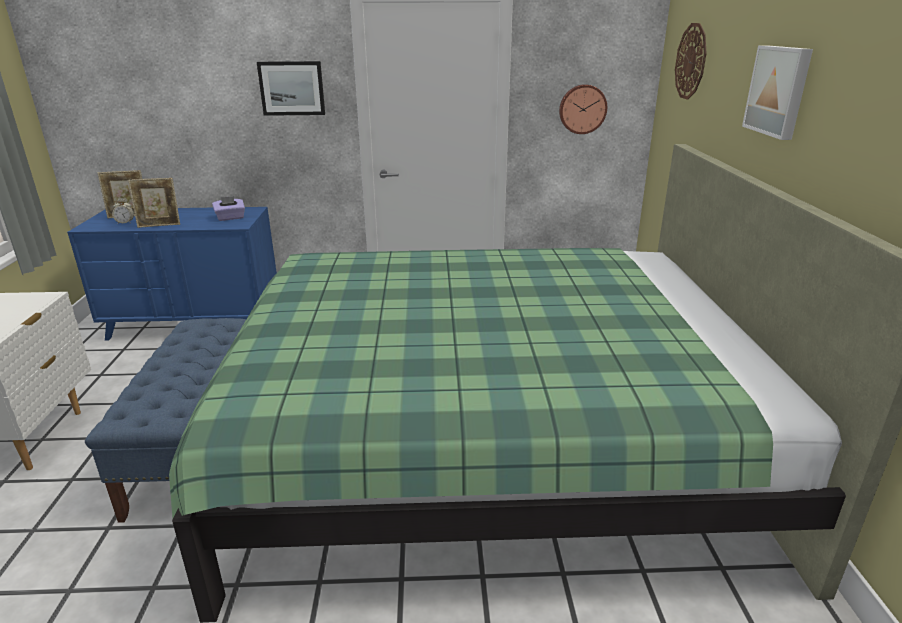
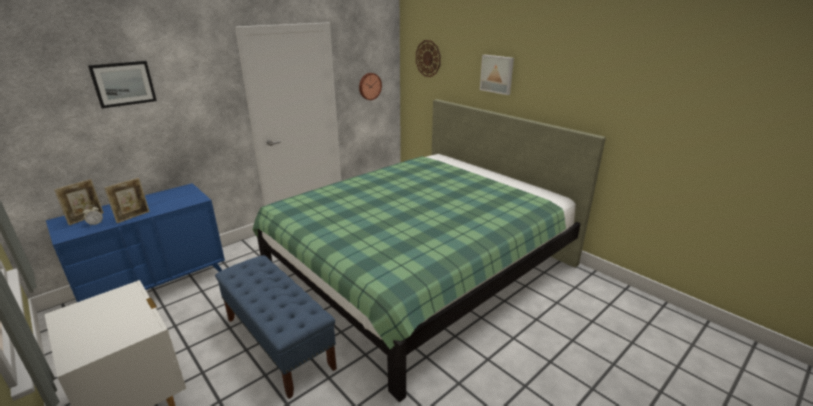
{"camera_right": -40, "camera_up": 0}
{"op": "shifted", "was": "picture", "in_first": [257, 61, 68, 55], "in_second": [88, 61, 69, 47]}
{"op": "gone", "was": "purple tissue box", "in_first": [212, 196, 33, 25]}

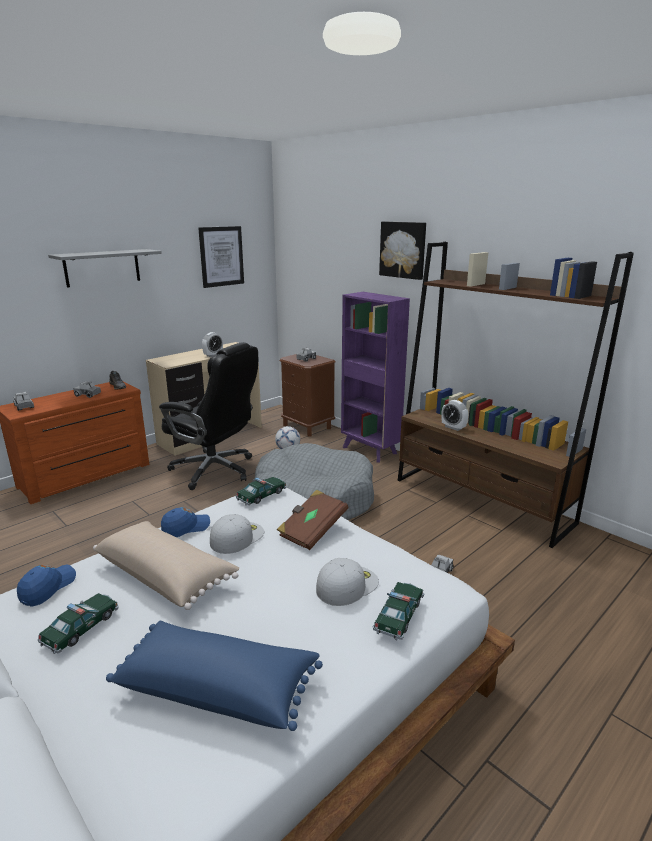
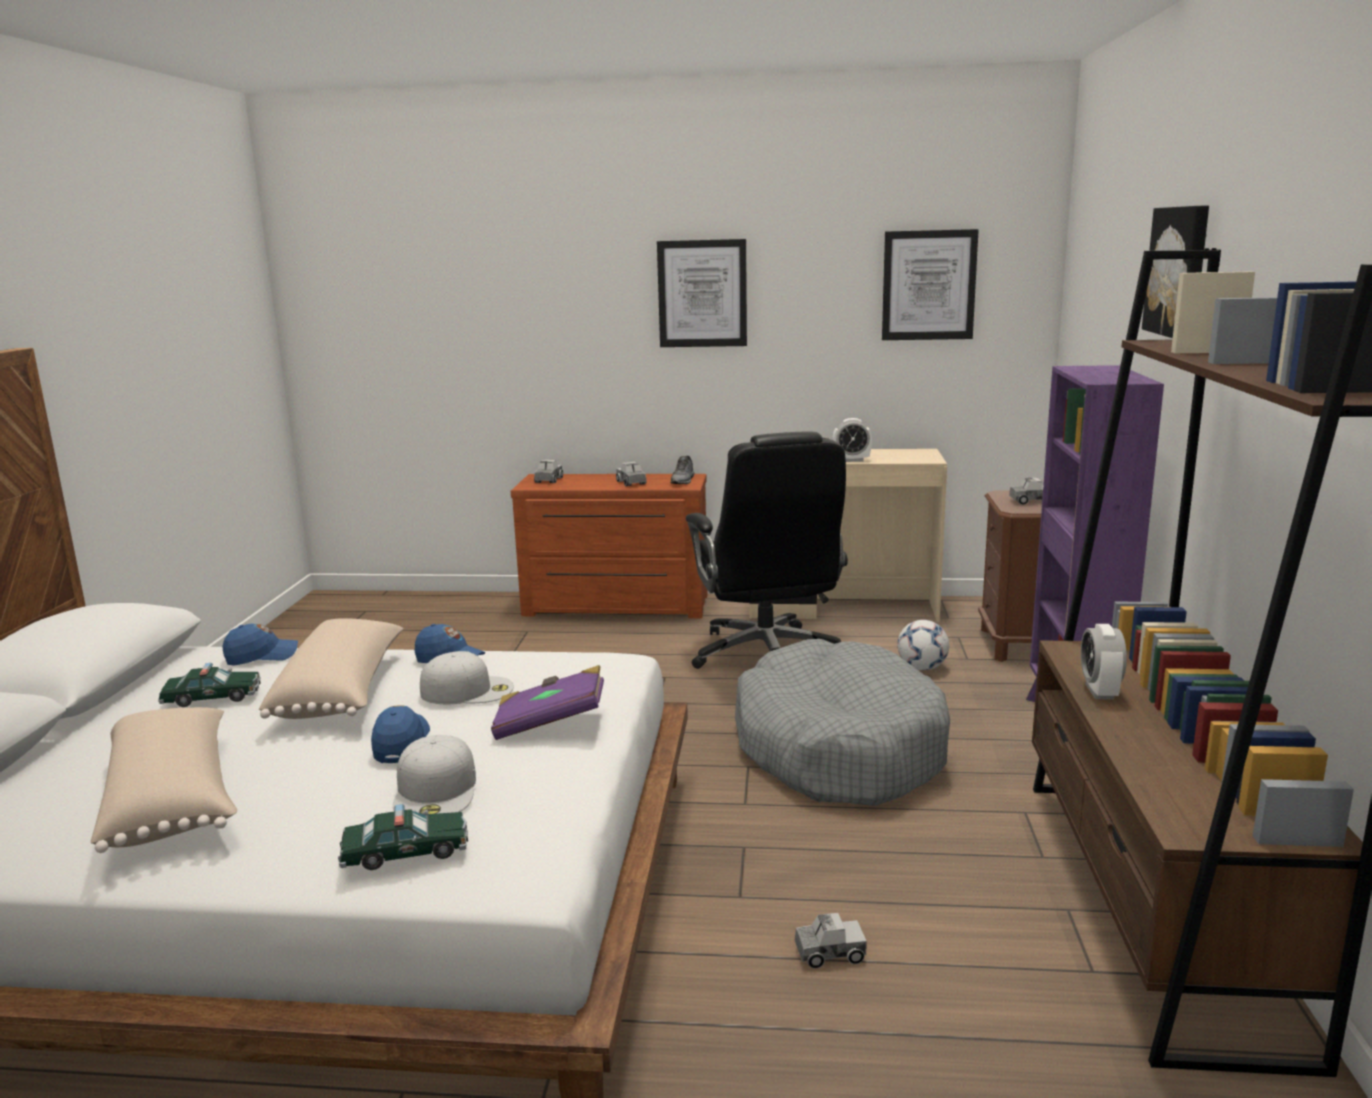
{"camera_right": 50, "camera_up": -5}
{"op": "swapped", "was": "grey shelf", "now": "picture", "in_first": [48, 249, 114, 39], "in_second": [657, 239, 90, 108]}
{"op": "gone", "was": "toy car", "in_first": [236, 477, 51, 28]}
{"op": "repainted", "was": "brown book", "now": "purple book", "in_first": [277, 490, 71, 60], "in_second": [491, 665, 113, 75]}
{"op": "rotated", "was": "white cap", "in_first": [316, 558, 63, 48], "in_second": [393, 735, 83, 79], "clockwise": 75}
{"op": "repainted", "was": "blue pillow", "now": "beige pillow", "in_first": [106, 620, 217, 111], "in_second": [91, 707, 146, 146]}
{"op": "new", "now": "blue cap", "in_second": [371, 705, 59, 58]}

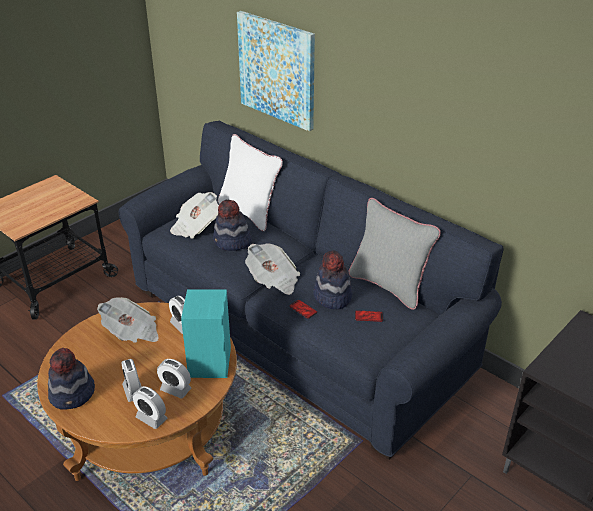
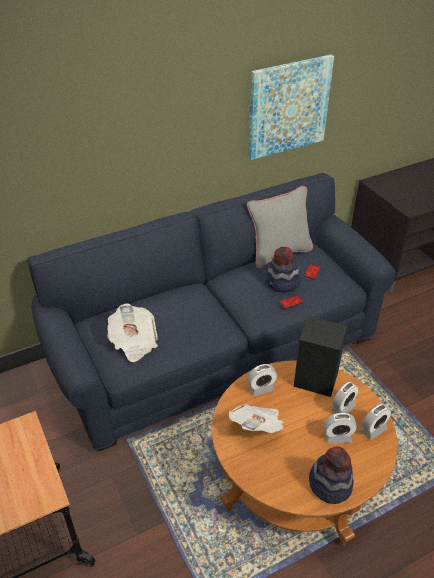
{"camera_right": -70, "camera_up": 5}
{"op": "shifted", "was": "picture", "in_first": [237, 11, 78, 121], "in_second": [248, 55, 86, 105]}
{"op": "gone", "was": "white pillow", "in_first": [218, 134, 65, 97]}
{"op": "gone", "was": "hat", "in_first": [213, 200, 39, 51]}
{"op": "gone", "was": "newspaper", "in_first": [245, 243, 55, 52]}
{"op": "repainted", "was": "turquoise speaker", "now": "black speaker", "in_first": [181, 289, 50, 89], "in_second": [294, 316, 53, 81]}

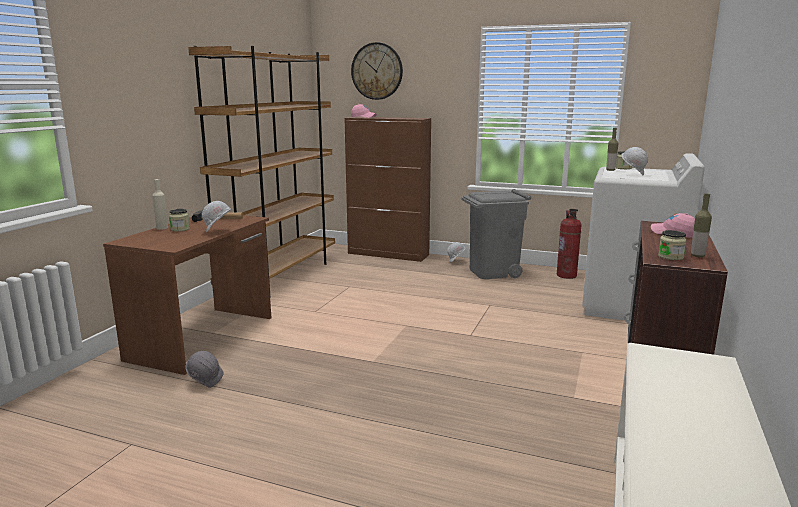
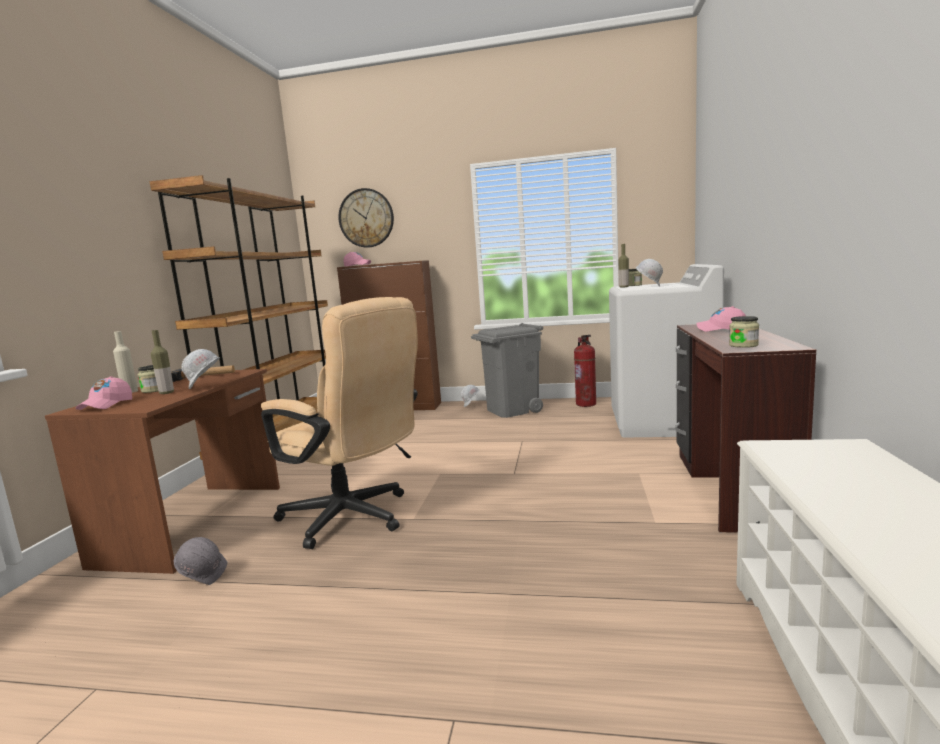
{"camera_right": -10, "camera_up": -5}
{"op": "shifted", "was": "bottle", "in_first": [691, 194, 21, 63], "in_second": [151, 330, 23, 64]}
{"op": "new", "now": "beige office chair", "in_second": [261, 297, 157, 252]}
{"op": "new", "now": "pink cap", "in_second": [76, 376, 56, 34]}

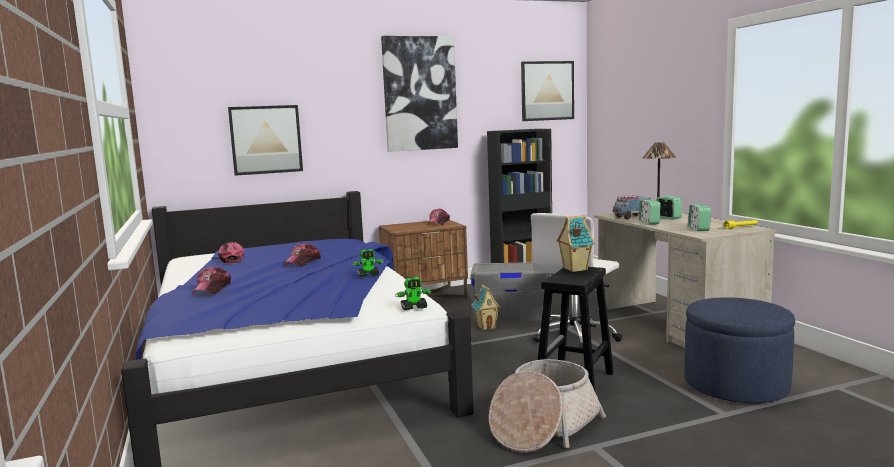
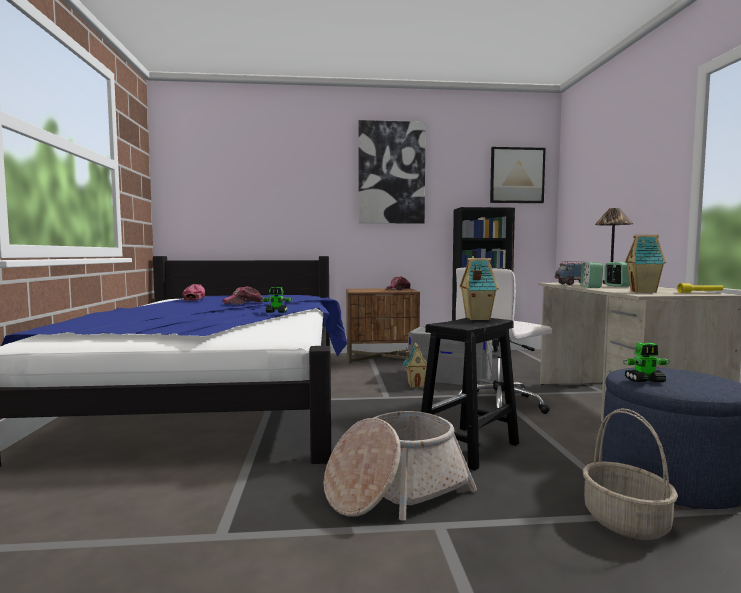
{"camera_right": 15, "camera_up": -5}
{"op": "gone", "was": "picture", "in_first": [228, 105, 75, 71]}
{"op": "swapped", "was": "alarm clock", "now": "toy house", "in_first": [688, 205, 23, 26], "in_second": [625, 234, 41, 59]}
{"op": "gone", "was": "cap", "in_first": [192, 266, 39, 29]}
{"op": "shifted", "was": "toy robot", "in_first": [395, 277, 37, 33], "in_second": [623, 343, 47, 39]}
{"op": "new", "now": "basket", "in_second": [583, 408, 95, 132]}

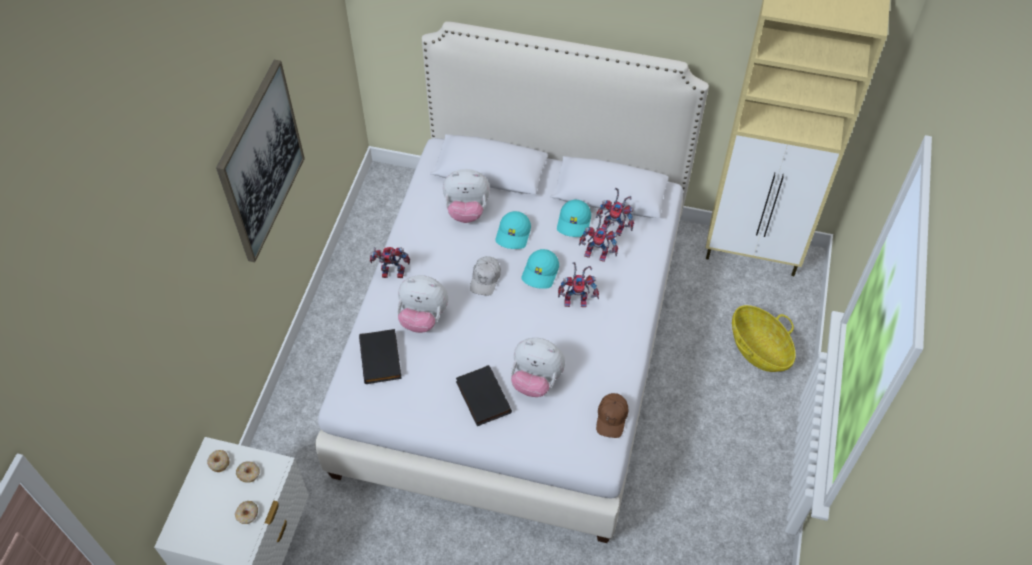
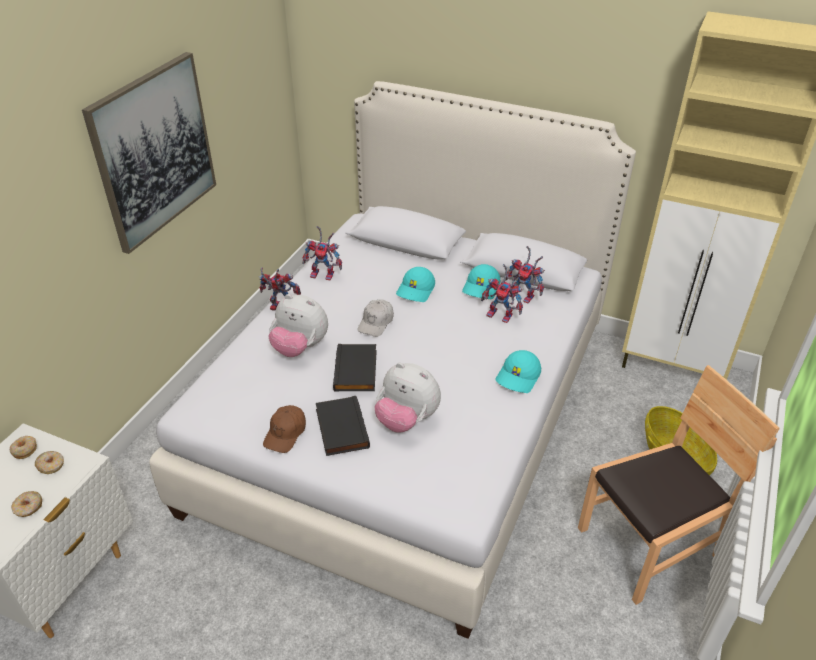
{"camera_right": 10, "camera_up": -15}
{"op": "gone", "was": "plush toy", "in_first": [443, 169, 47, 54]}
{"op": "shifted", "was": "turquoise cap", "in_first": [521, 249, 38, 40], "in_second": [495, 350, 46, 43]}
{"op": "shifted", "was": "toy robot", "in_first": [558, 262, 41, 45], "in_second": [302, 226, 40, 54]}
{"op": "shifted", "was": "black book", "in_first": [359, 329, 43, 55], "in_second": [333, 344, 44, 48]}
{"op": "shifted", "was": "brown cap", "in_first": [596, 393, 32, 45], "in_second": [263, 405, 43, 48]}
{"op": "new", "now": "brown chair", "in_second": [578, 365, 202, 240]}

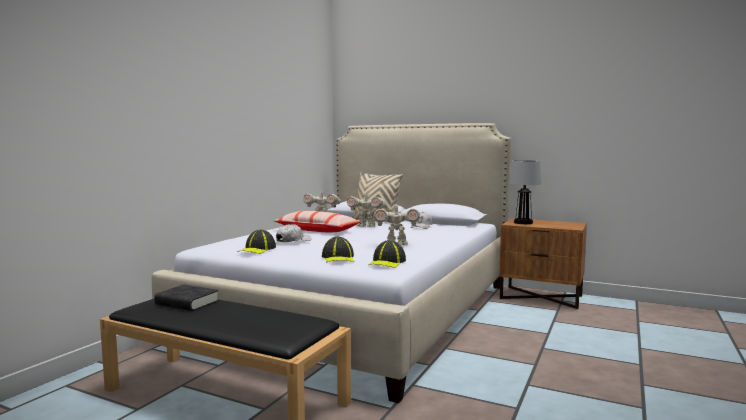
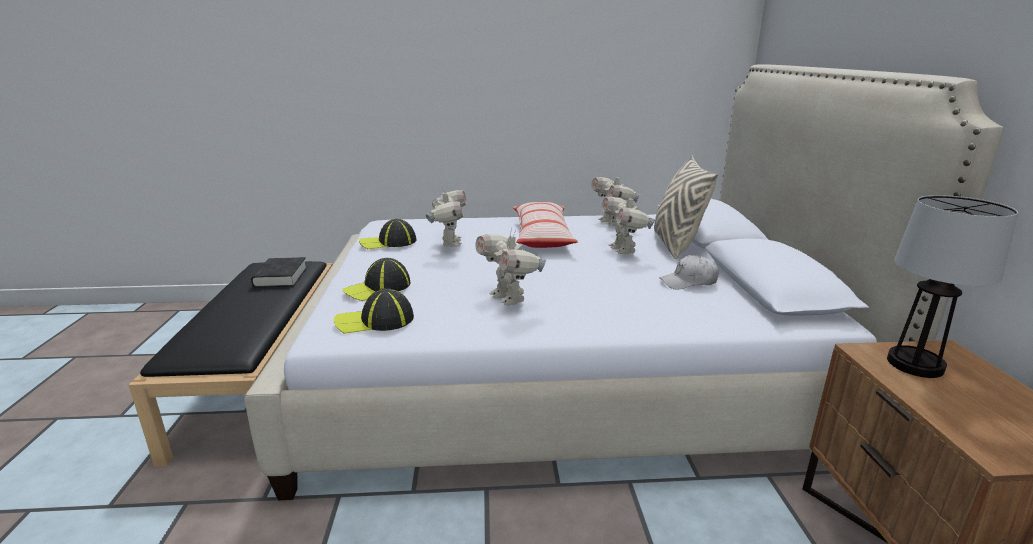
{"camera_right": 60, "camera_up": 15}
{"op": "swapped", "was": "white cap", "now": "toy robot", "in_first": [276, 224, 36, 18], "in_second": [426, 188, 41, 59]}

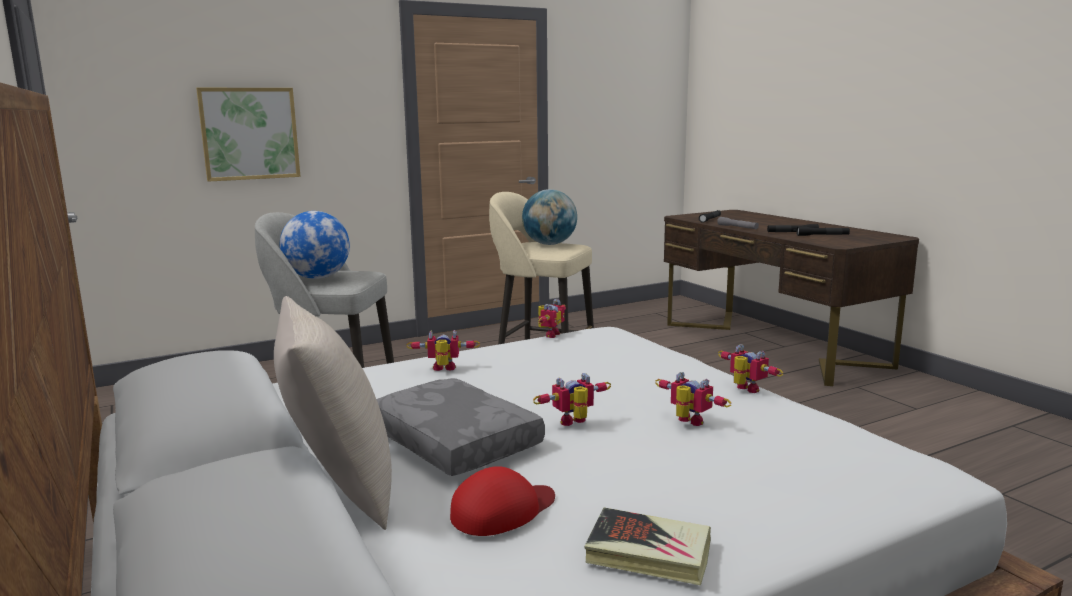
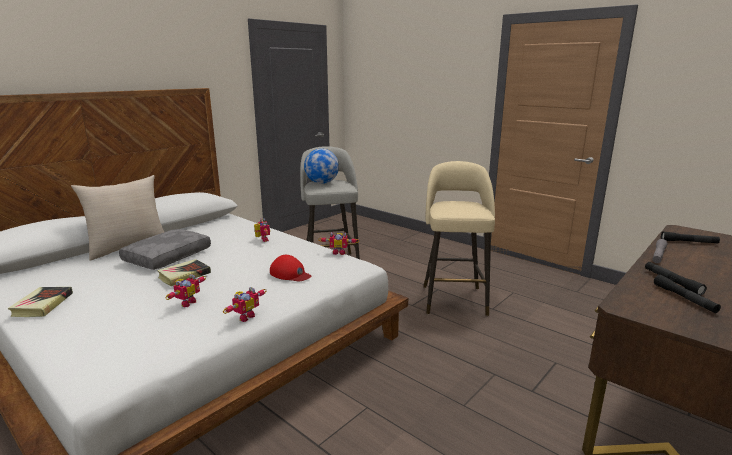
{"camera_right": 70, "camera_up": 5}
{"op": "gone", "was": "picture", "in_first": [196, 88, 104, 94]}
{"op": "gone", "was": "globe", "in_first": [522, 189, 55, 56]}
{"op": "swapped", "was": "toy robot", "now": "book", "in_first": [533, 373, 78, 53], "in_second": [157, 259, 54, 27]}
{"op": "shifted", "was": "red cap", "in_first": [450, 466, 105, 70], "in_second": [270, 255, 41, 26]}

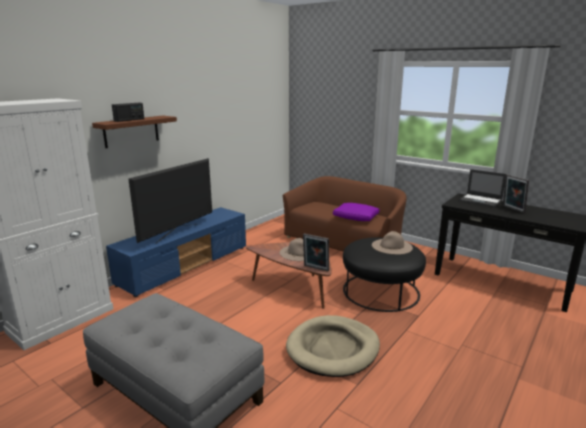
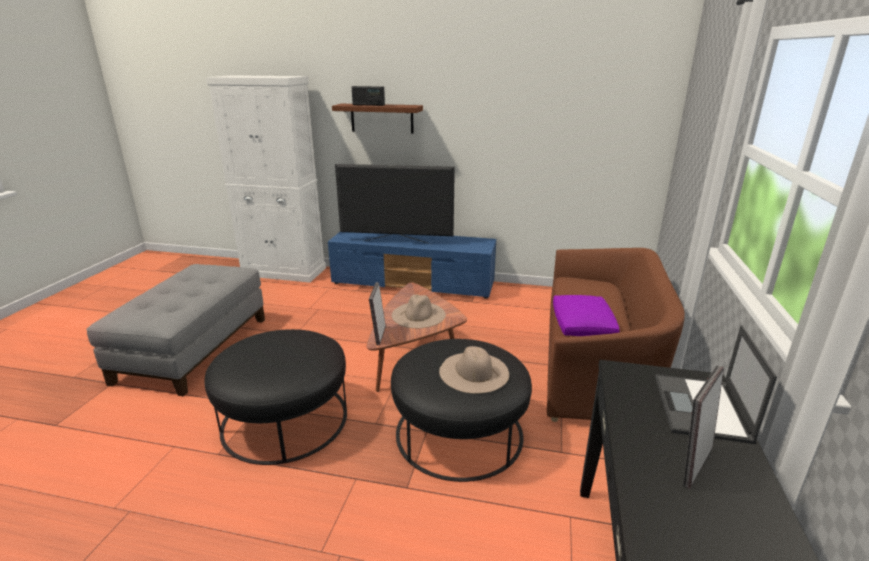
{"camera_right": 65, "camera_up": 5}
{"op": "swapped", "was": "beige dog bed", "now": "black ottoman", "in_first": [286, 315, 94, 62], "in_second": [205, 329, 142, 136]}

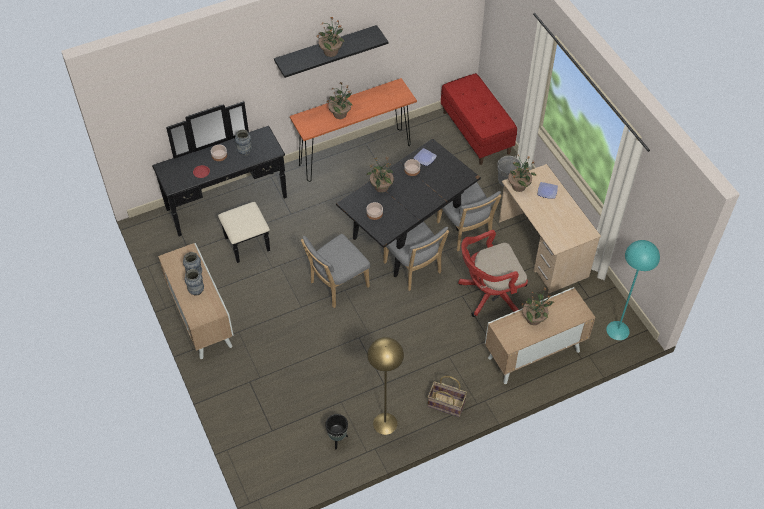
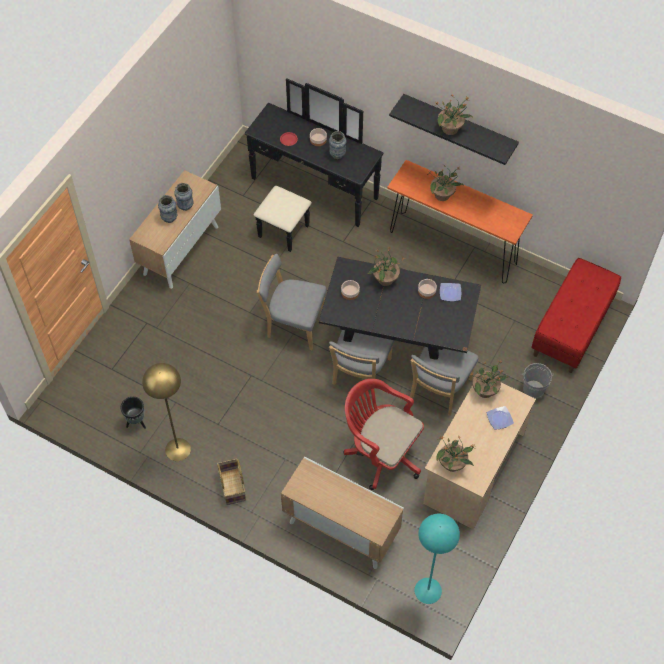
{"camera_right": 55, "camera_up": 5}
{"op": "shifted", "was": "potted plant", "in_first": [521, 287, 33, 38], "in_second": [436, 435, 39, 37]}

